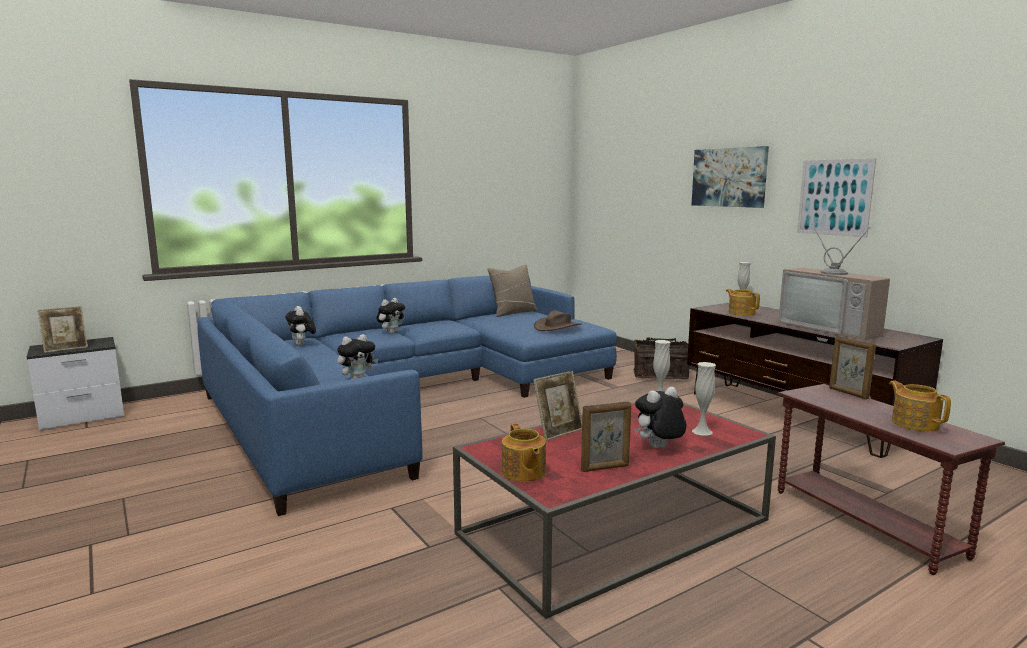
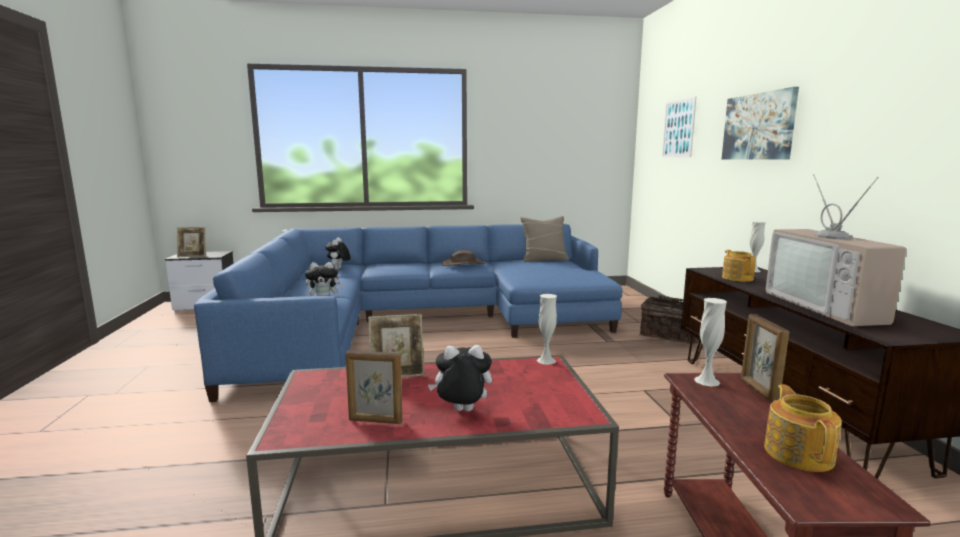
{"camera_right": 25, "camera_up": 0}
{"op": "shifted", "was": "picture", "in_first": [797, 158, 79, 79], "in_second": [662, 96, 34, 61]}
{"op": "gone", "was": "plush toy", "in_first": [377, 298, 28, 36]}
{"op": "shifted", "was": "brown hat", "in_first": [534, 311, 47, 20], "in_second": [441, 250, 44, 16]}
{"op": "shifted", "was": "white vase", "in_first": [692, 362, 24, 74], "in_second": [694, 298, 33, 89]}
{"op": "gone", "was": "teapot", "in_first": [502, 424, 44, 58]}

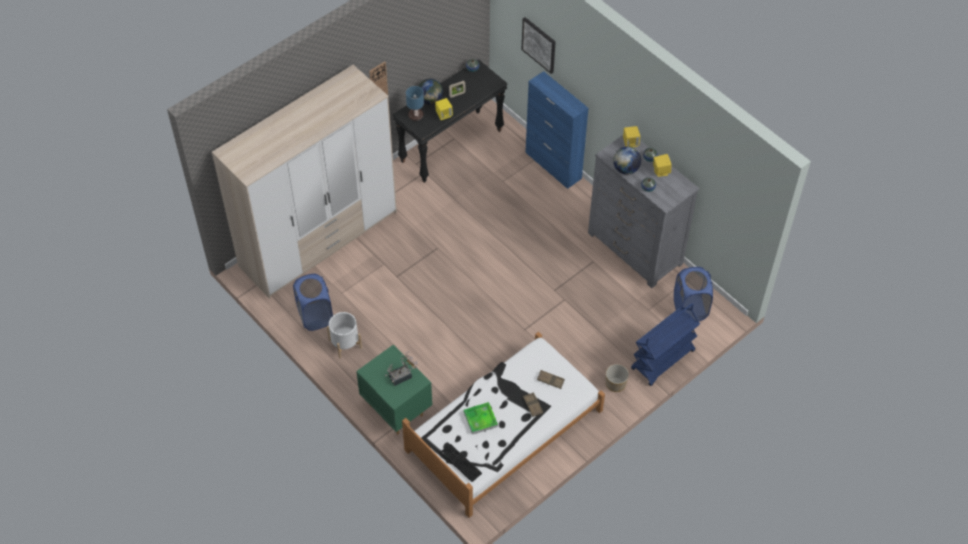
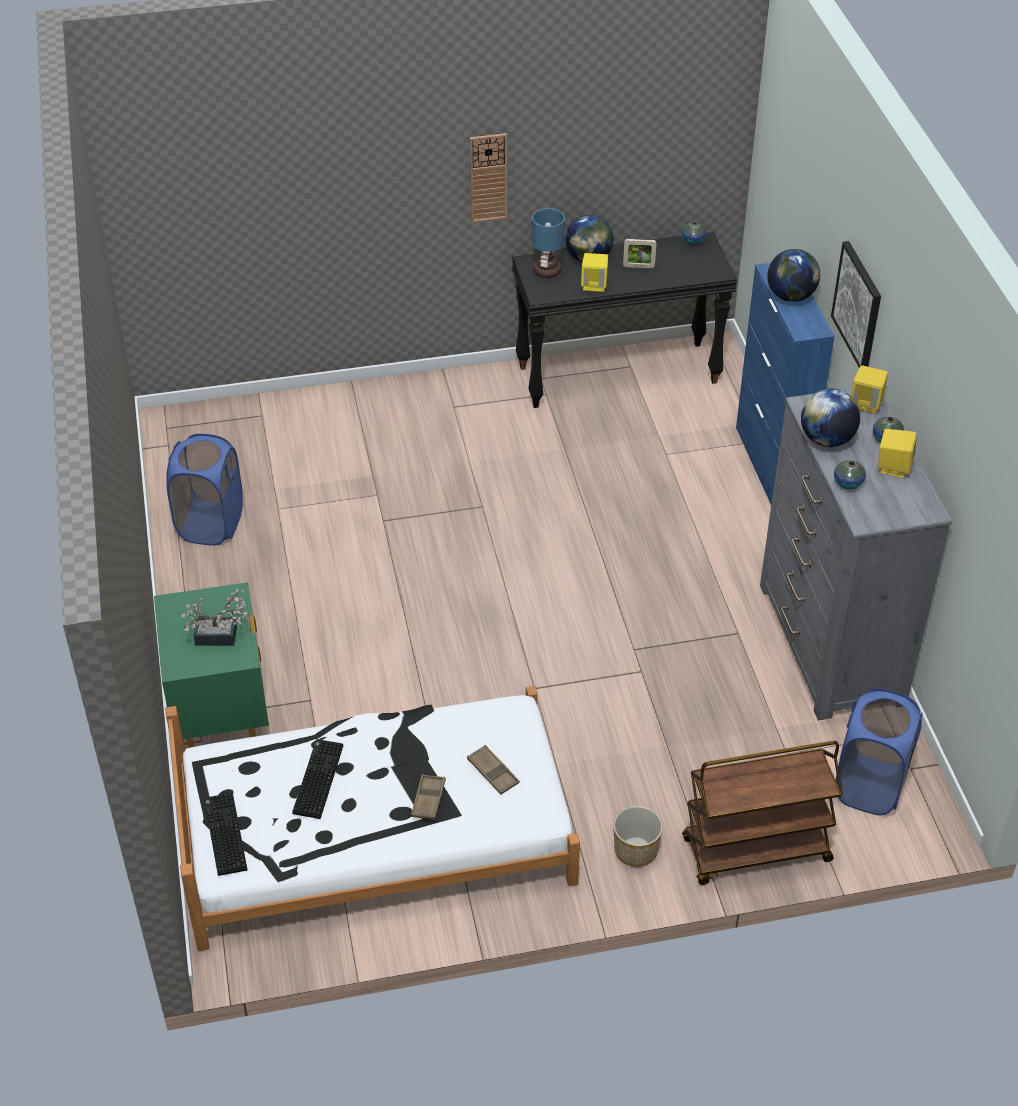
{"camera_right": 30, "camera_up": -10}
{"op": "shifted", "was": "picture", "in_first": [522, 17, 33, 57], "in_second": [831, 241, 50, 127]}
{"op": "gone", "was": "wardrobe", "in_first": [212, 65, 185, 234]}
{"op": "repainted", "was": "blue cart", "now": "brown cart", "in_first": [631, 304, 69, 82], "in_second": [682, 741, 161, 144]}
{"op": "gone", "was": "white planter", "in_first": [327, 312, 35, 46]}
{"op": "swapped", "was": "tray", "now": "keyboard", "in_first": [464, 402, 34, 33], "in_second": [292, 739, 51, 80]}
{"op": "new", "now": "globe", "in_second": [767, 249, 53, 53]}

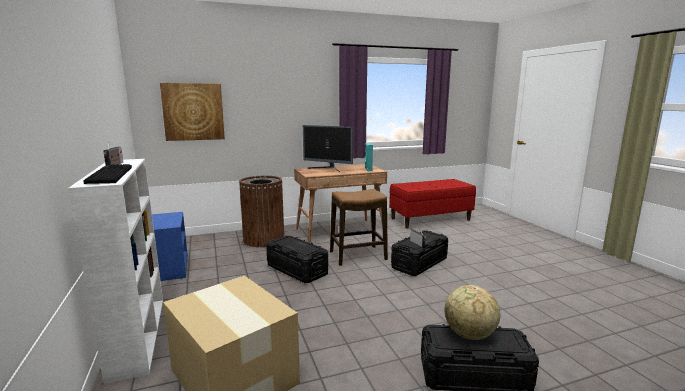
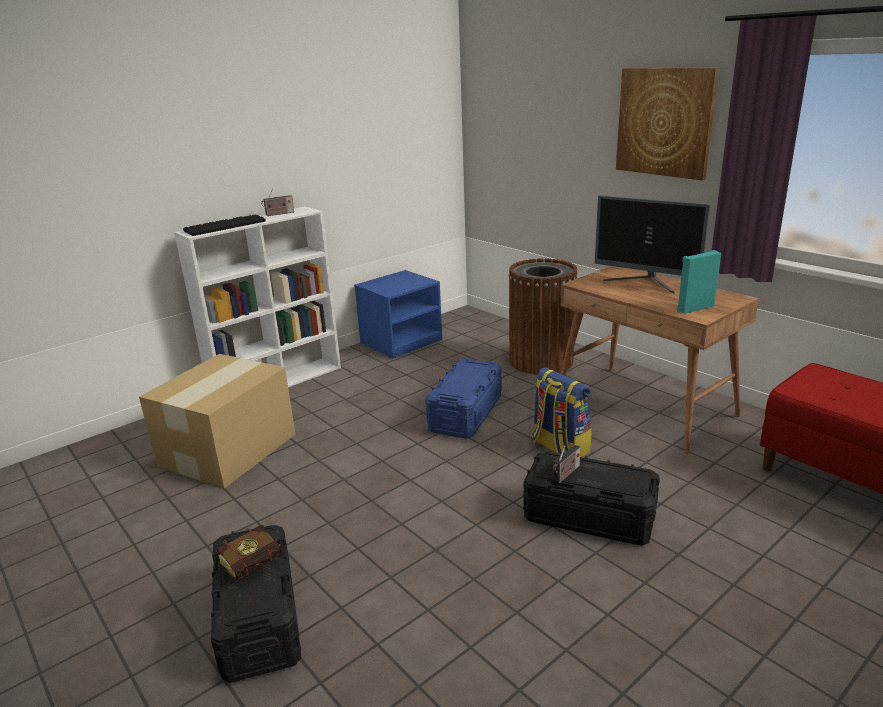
{"camera_right": 70, "camera_up": 10}
{"op": "shifted", "was": "picture", "in_first": [160, 83, 65, 58], "in_second": [616, 68, 103, 112]}
{"op": "rotated", "was": "monitor", "in_first": [303, 125, 50, 47], "in_second": [595, 195, 115, 98], "clockwise": -60}
{"op": "swapped", "was": "stool", "now": "backpack", "in_first": [330, 189, 58, 77], "in_second": [532, 367, 60, 90]}
{"op": "repainted", "was": "black storage box", "now": "blue storage box", "in_first": [266, 236, 62, 47], "in_second": [426, 358, 76, 80]}
{"op": "swapped", "was": "globe", "now": "book", "in_first": [445, 285, 56, 55], "in_second": [217, 525, 64, 56]}

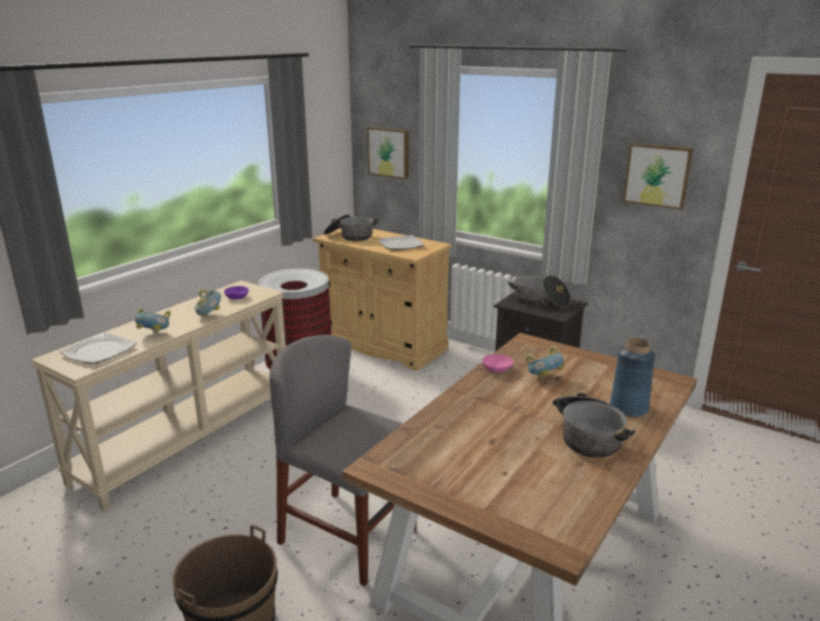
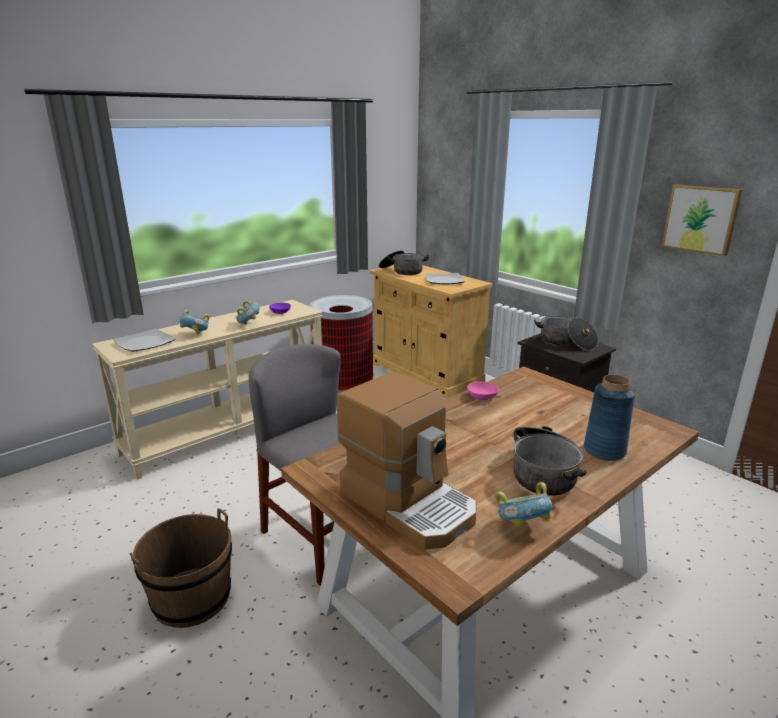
{"camera_right": 15, "camera_up": 0}
{"op": "gone", "was": "picture", "in_first": [367, 127, 42, 52]}
{"op": "shifted", "was": "bowl", "in_first": [526, 346, 38, 31], "in_second": [495, 482, 57, 45]}
{"op": "new", "now": "coffee machine", "in_second": [337, 372, 140, 177]}

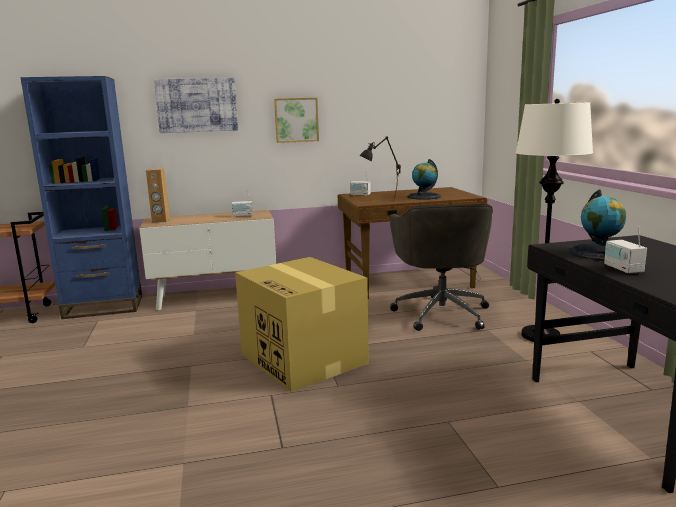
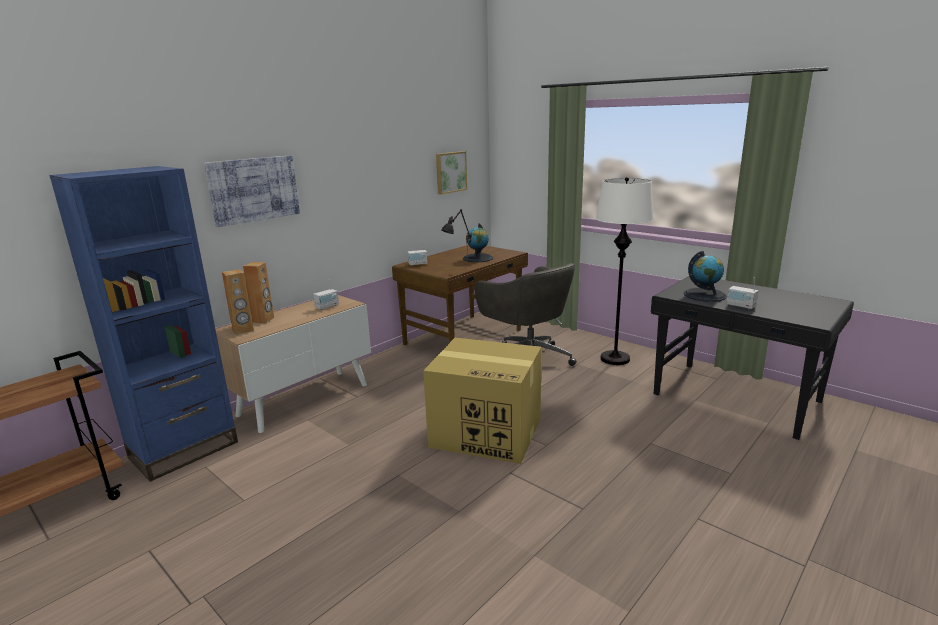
{"camera_right": -35, "camera_up": 5}
{"op": "shifted", "was": "picture", "in_first": [274, 98, 45, 45], "in_second": [436, 151, 31, 43]}
{"op": "new", "now": "brown speaker", "in_second": [243, 262, 31, 61]}

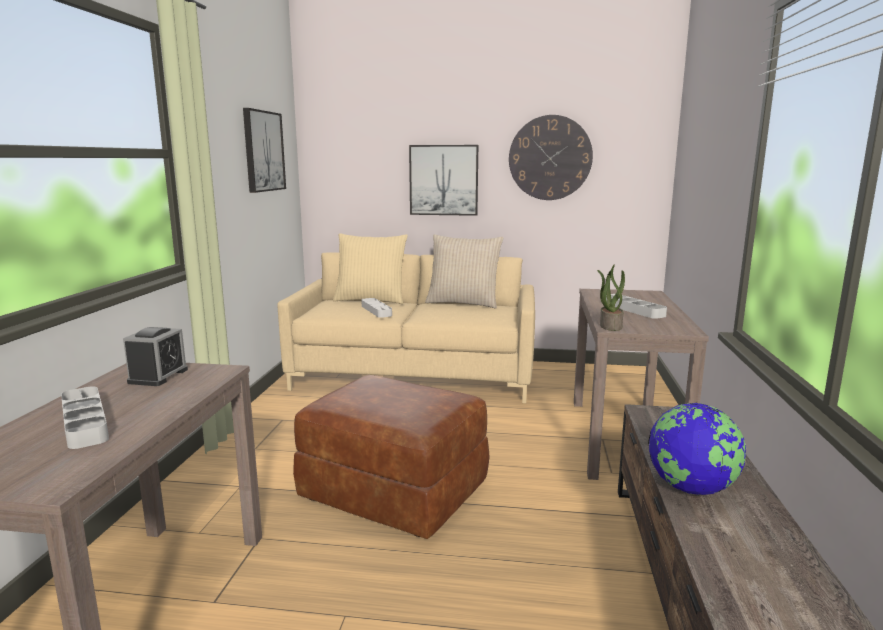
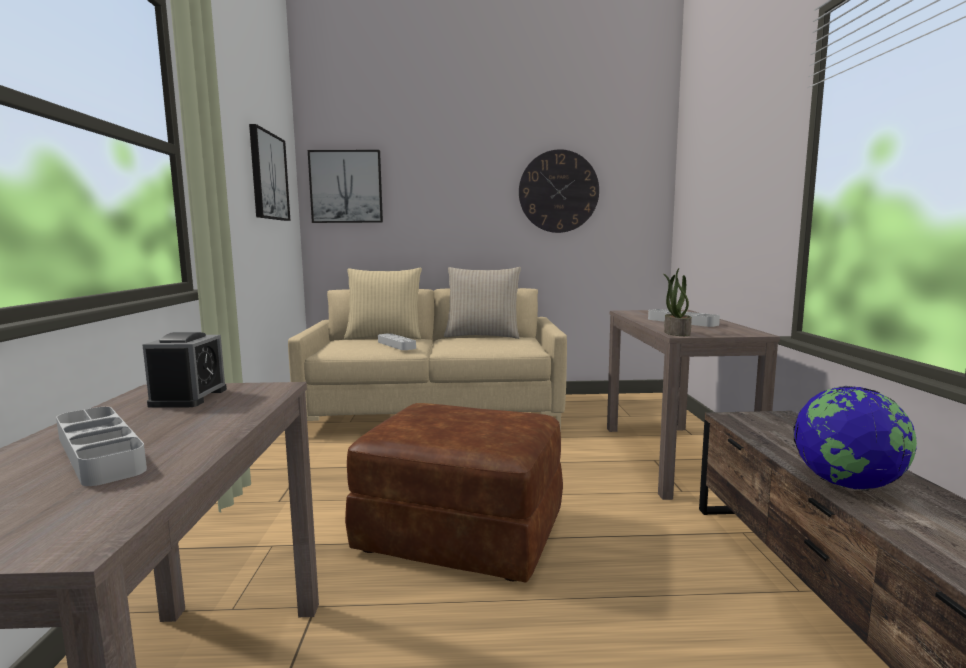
{"camera_right": -10, "camera_up": -5}
{"op": "shifted", "was": "picture", "in_first": [409, 145, 69, 71], "in_second": [308, 150, 75, 73]}

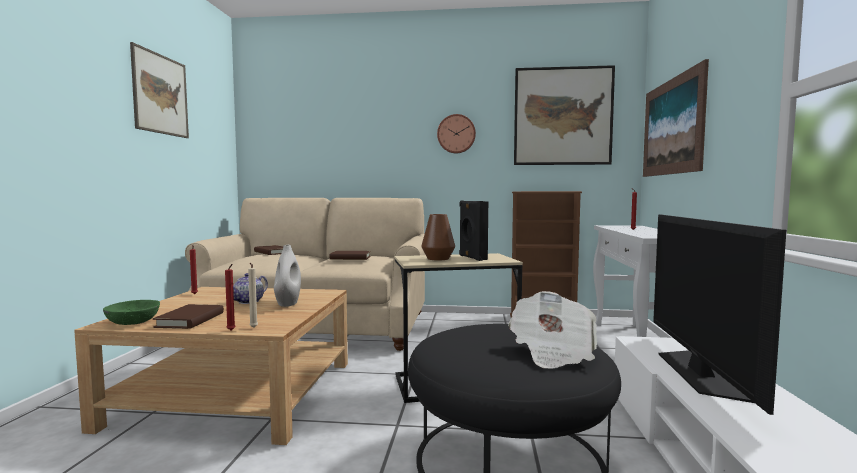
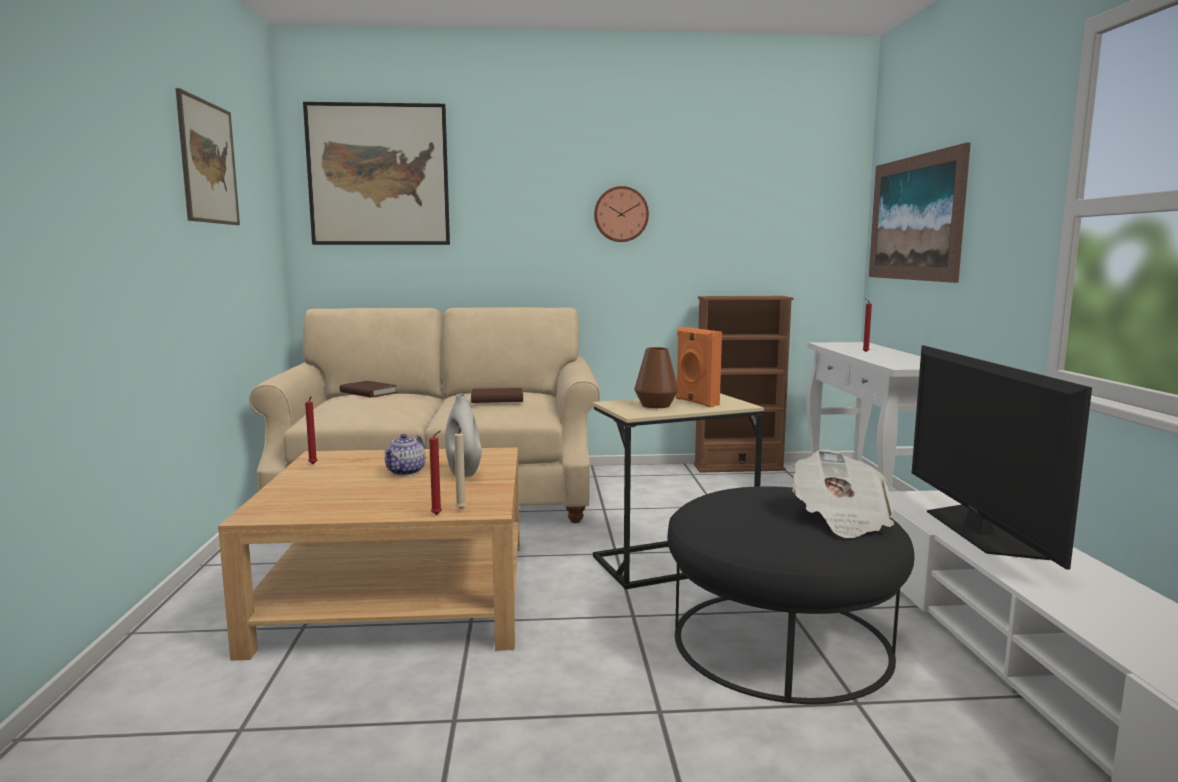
{"camera_right": -10, "camera_up": 5}
{"op": "shifted", "was": "picture", "in_first": [514, 65, 101, 100], "in_second": [303, 102, 147, 143]}
{"op": "repainted", "was": "black speaker", "now": "orange speaker", "in_first": [459, 200, 29, 61], "in_second": [676, 327, 46, 80]}
{"op": "gone", "was": "green bowl", "in_first": [103, 300, 57, 25]}
{"op": "gone", "was": "brown book", "in_first": [153, 304, 71, 25]}

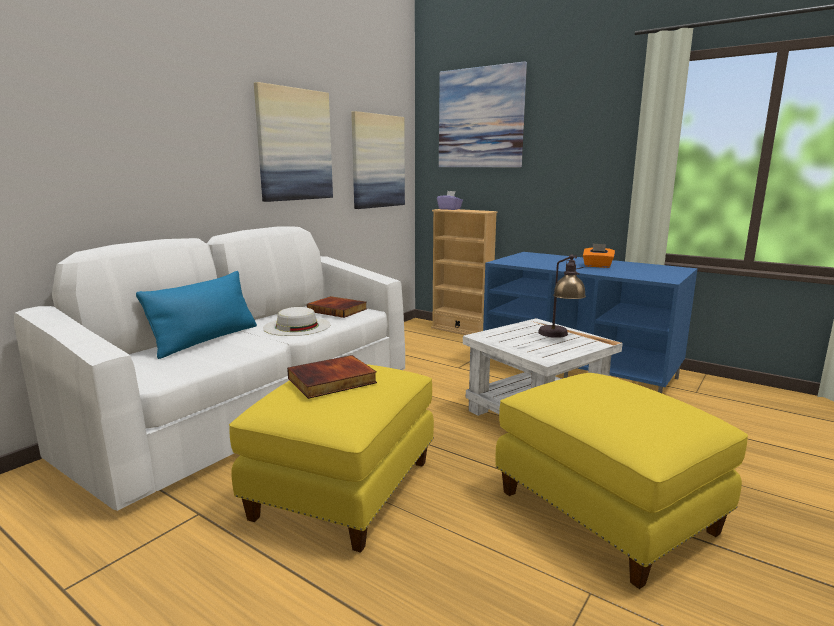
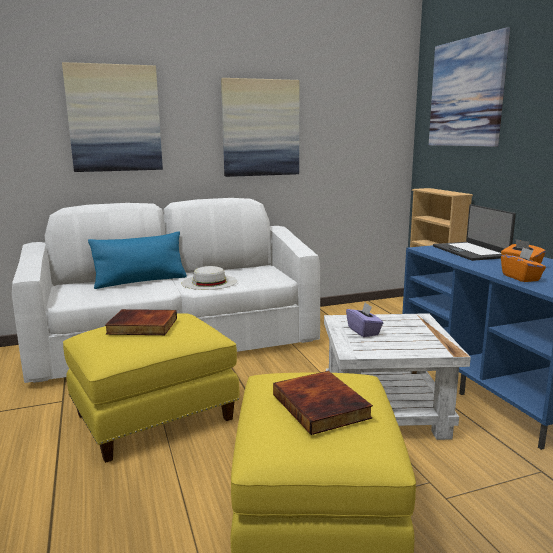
{"camera_right": 35, "camera_up": 0}
{"op": "shifted", "was": "picture", "in_first": [351, 111, 54, 98], "in_second": [62, 62, 101, 110]}
{"op": "shifted", "was": "purple tissue box", "in_first": [437, 191, 26, 19], "in_second": [346, 302, 37, 35]}
{"op": "gone", "was": "table lamp", "in_first": [538, 255, 48, 83]}
{"op": "shifted", "was": "book", "in_first": [307, 296, 60, 22], "in_second": [273, 371, 100, 64]}
{"op": "new", "now": "laptop", "in_second": [433, 204, 83, 57]}
{"op": "new", "now": "orange tissue box", "in_second": [501, 247, 45, 35]}

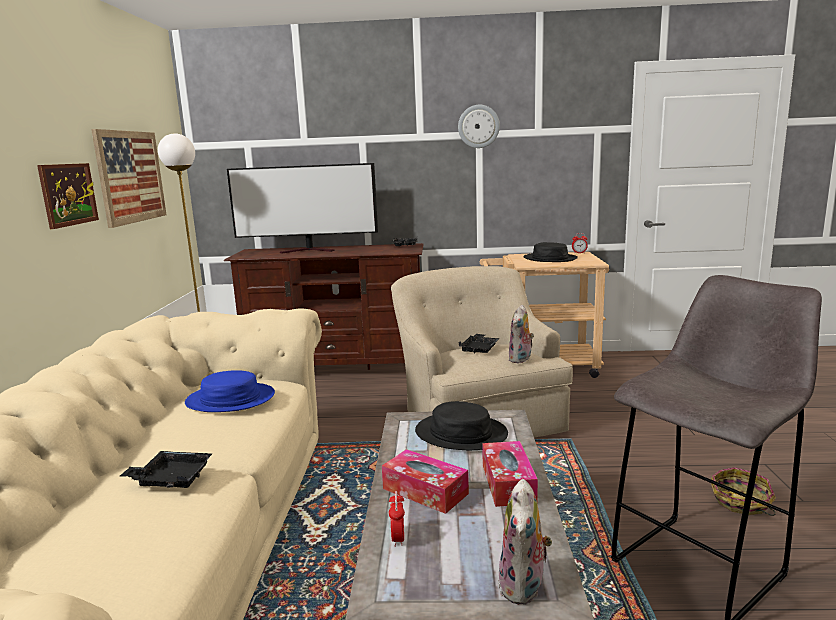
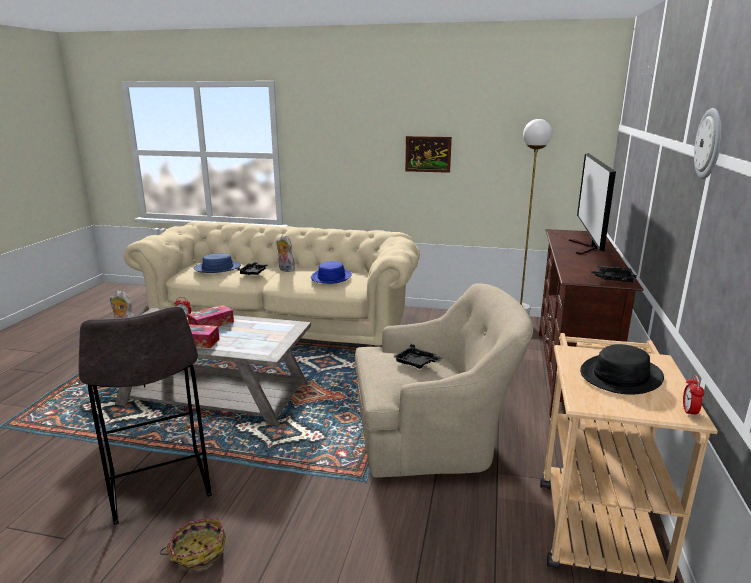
{"camera_right": 100, "camera_up": 5}
{"op": "gone", "was": "picture", "in_first": [91, 129, 76, 99]}
{"op": "shifted", "was": "plush toy", "in_first": [509, 305, 25, 58], "in_second": [276, 235, 19, 37]}
{"op": "gone", "was": "black hat", "in_first": [415, 401, 93, 49]}
{"op": "new", "now": "blue hat", "in_second": [194, 253, 47, 20]}

